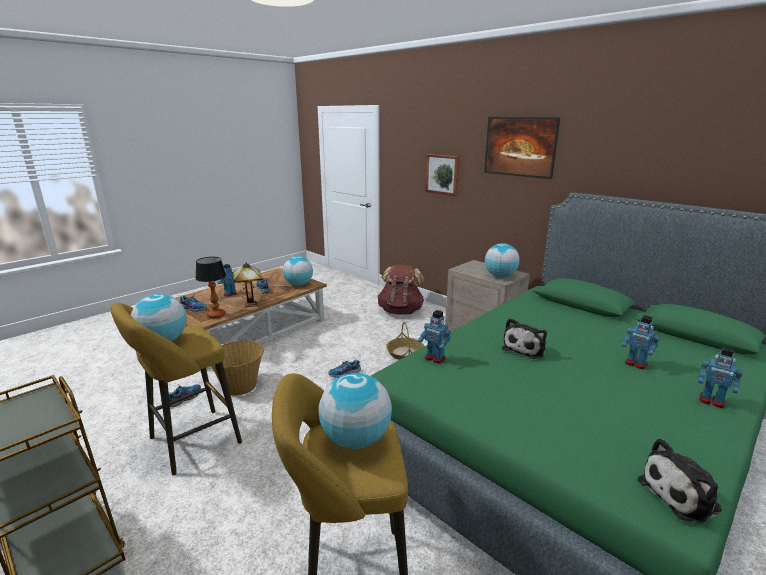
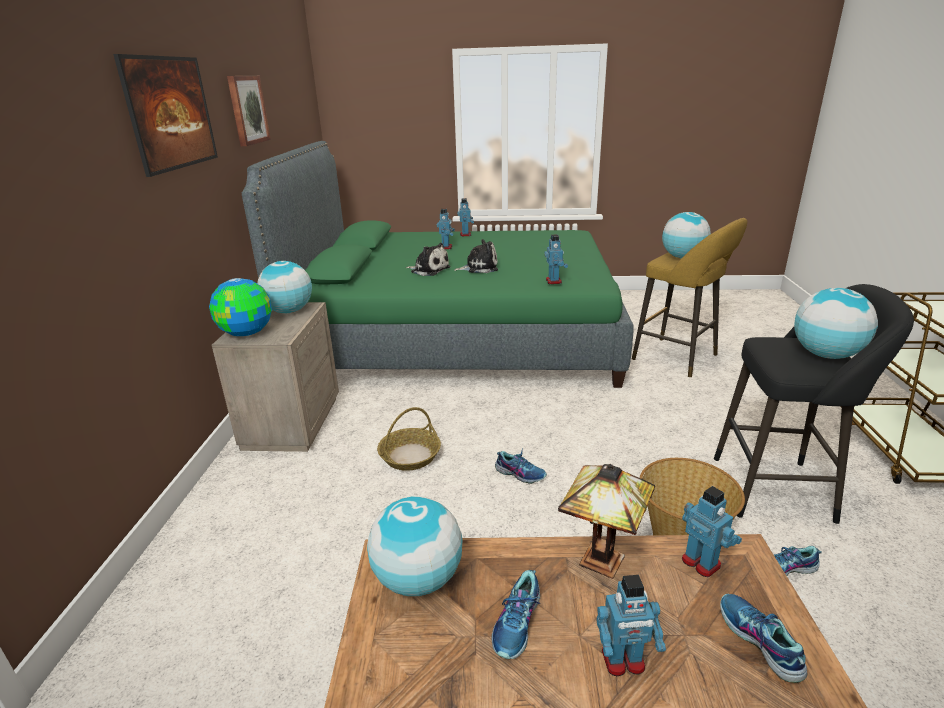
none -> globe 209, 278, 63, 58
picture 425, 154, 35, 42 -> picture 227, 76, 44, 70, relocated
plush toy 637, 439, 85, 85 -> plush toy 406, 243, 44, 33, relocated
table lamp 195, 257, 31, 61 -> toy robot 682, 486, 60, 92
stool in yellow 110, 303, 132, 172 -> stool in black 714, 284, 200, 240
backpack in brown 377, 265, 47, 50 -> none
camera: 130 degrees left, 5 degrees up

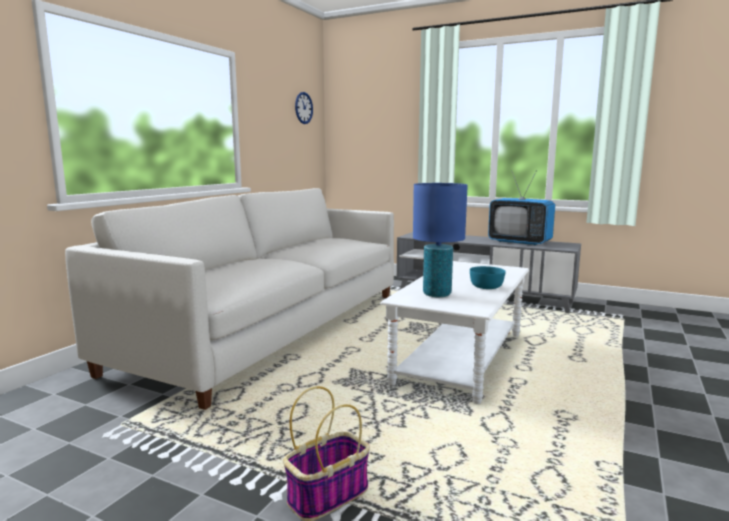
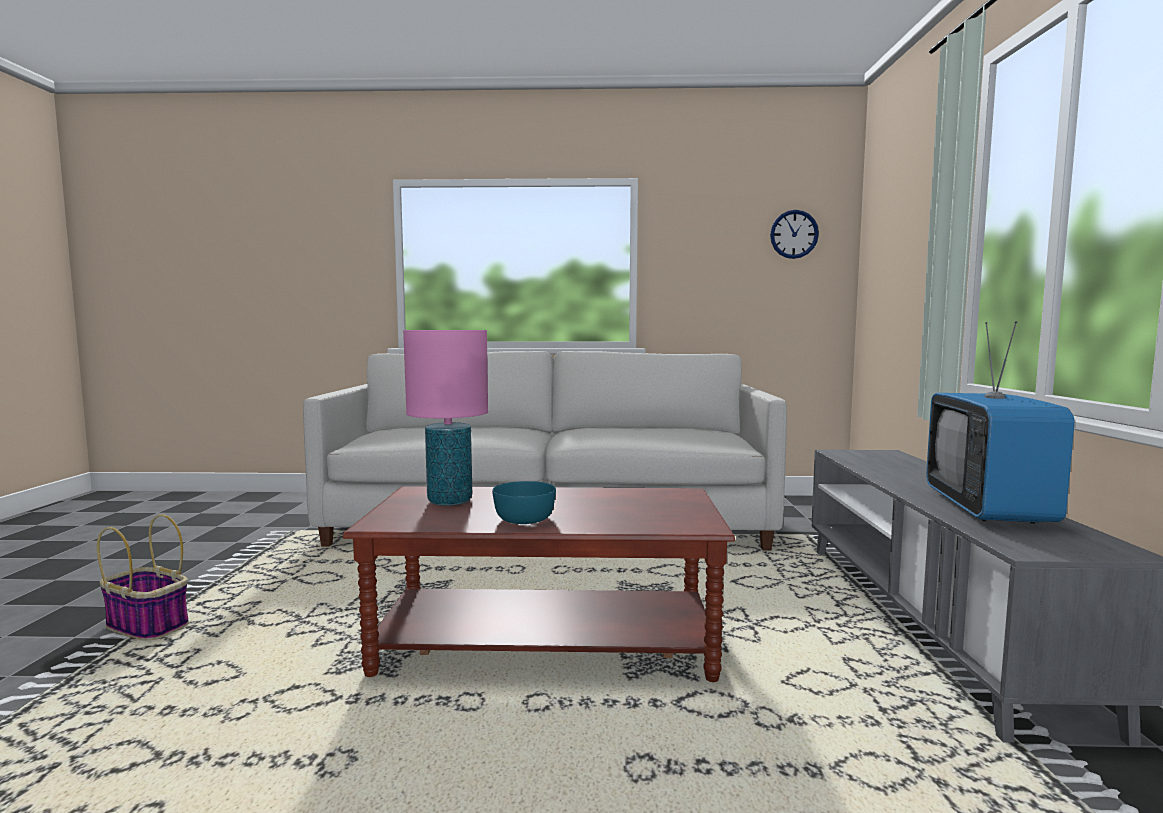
coffee table in white 380, 261, 149, 143 -> coffee table in brown 343, 486, 392, 196
table lamp in blue 413, 183, 55, 114 -> table lamp in pink 403, 330, 85, 176
camera: 65 degrees right, 5 degrees down

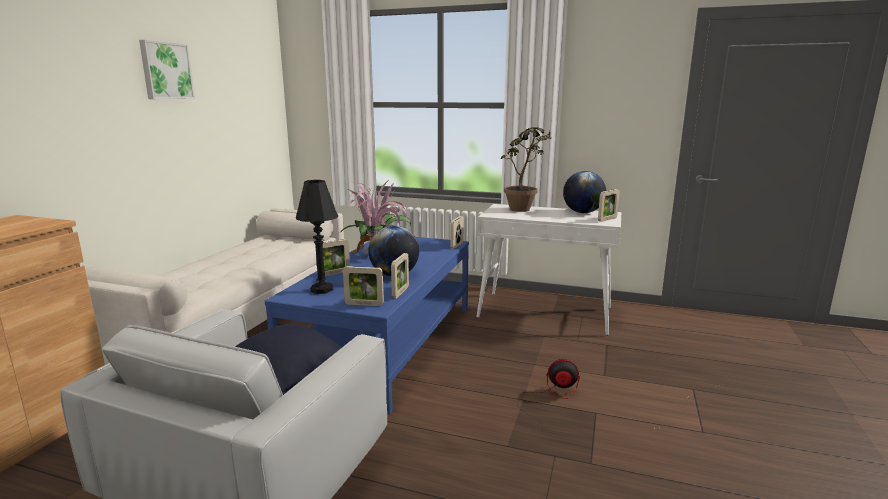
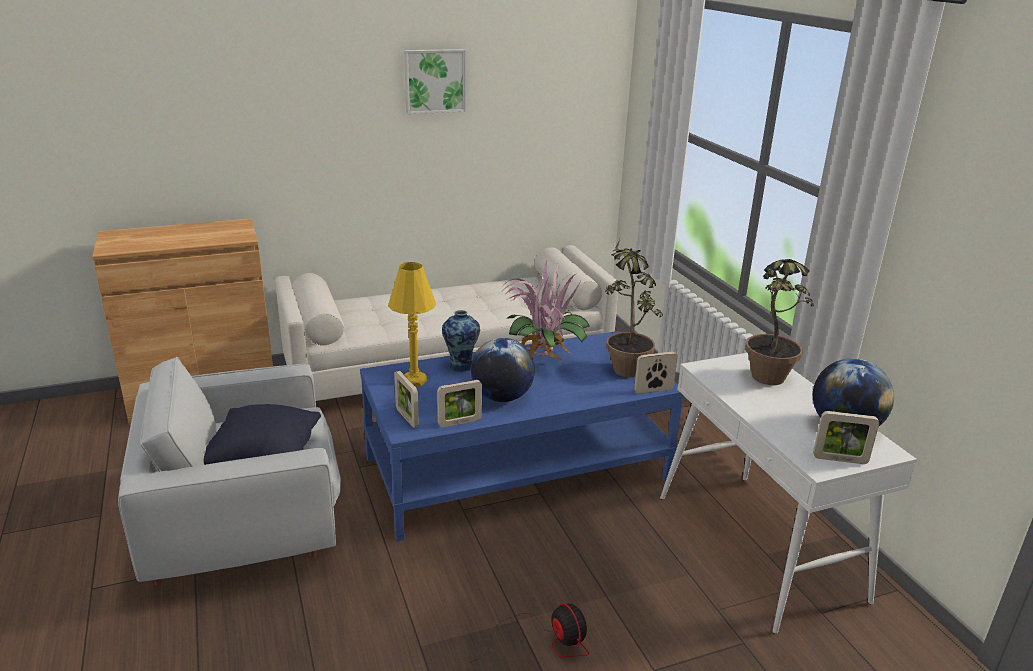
table lamp in black 296, 180, 42, 114 -> table lamp in yellow 388, 262, 48, 125
picture frame 316, 239, 34, 37 -> vase 442, 310, 38, 62
none -> potted plant 605, 239, 58, 139
camera: 50 degrees right, 10 degrees up

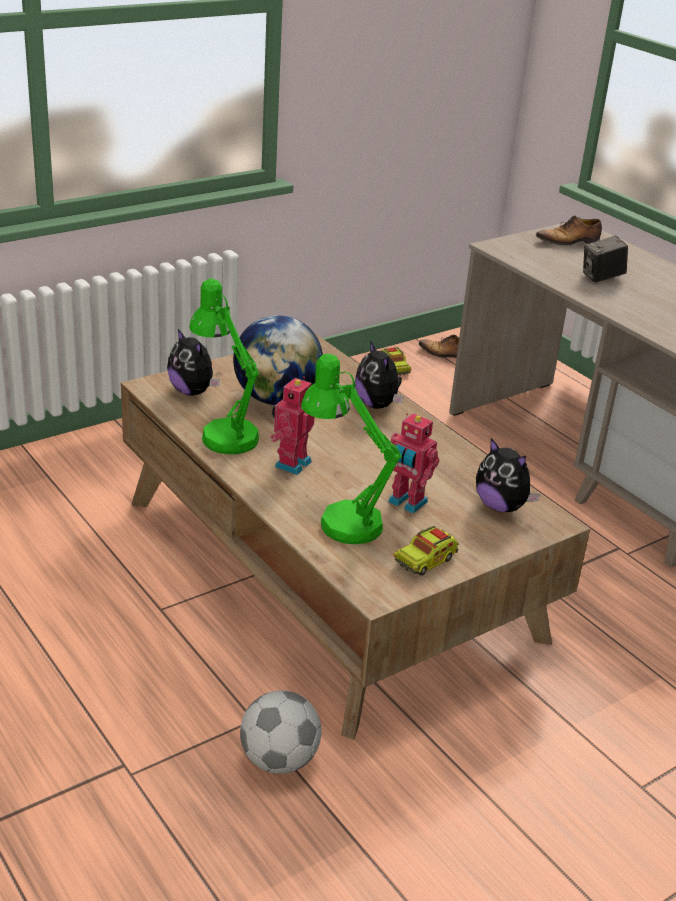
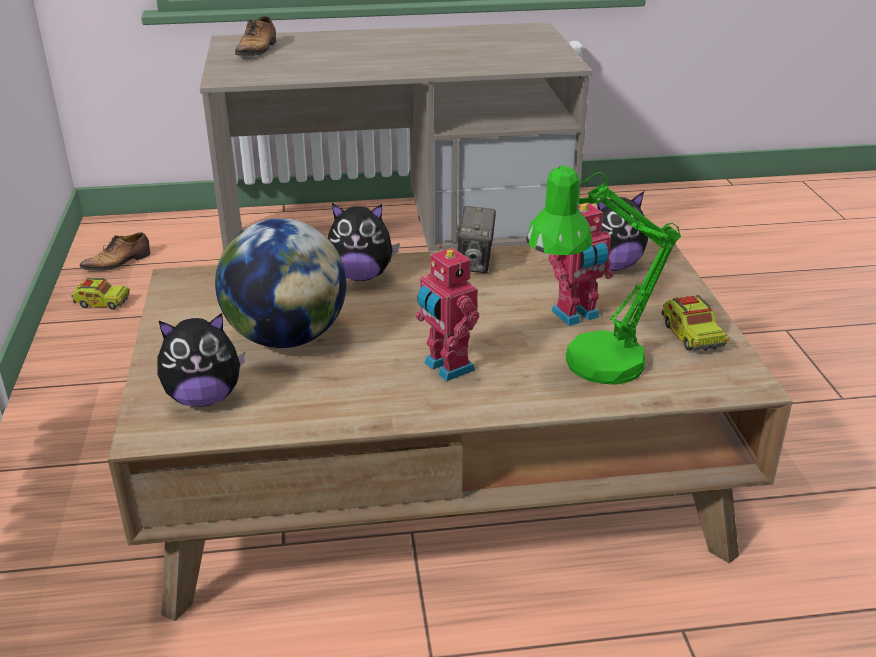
photo camera 583, 235, 45, 48 -> photo camera 456, 206, 40, 67, relocated
table lamp in green 189, 278, 70, 176 -> none
football 240, 690, 81, 84 -> none
camera: 60 degrees left, 0 degrees up

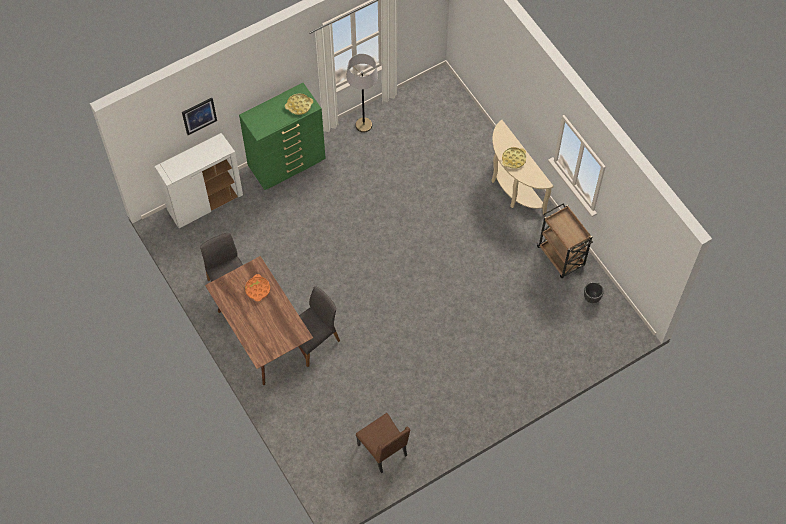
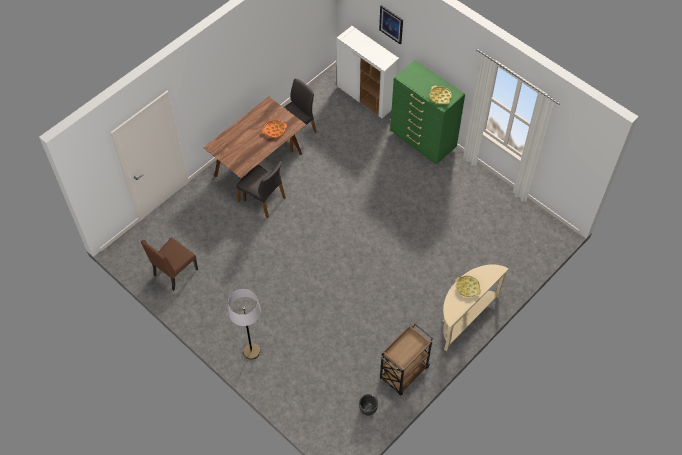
floor lamp in grey 346, 54, 32, 79 -> floor lamp in grey 228, 289, 33, 71, relocated
camera: 75 degrees right, 5 degrees down

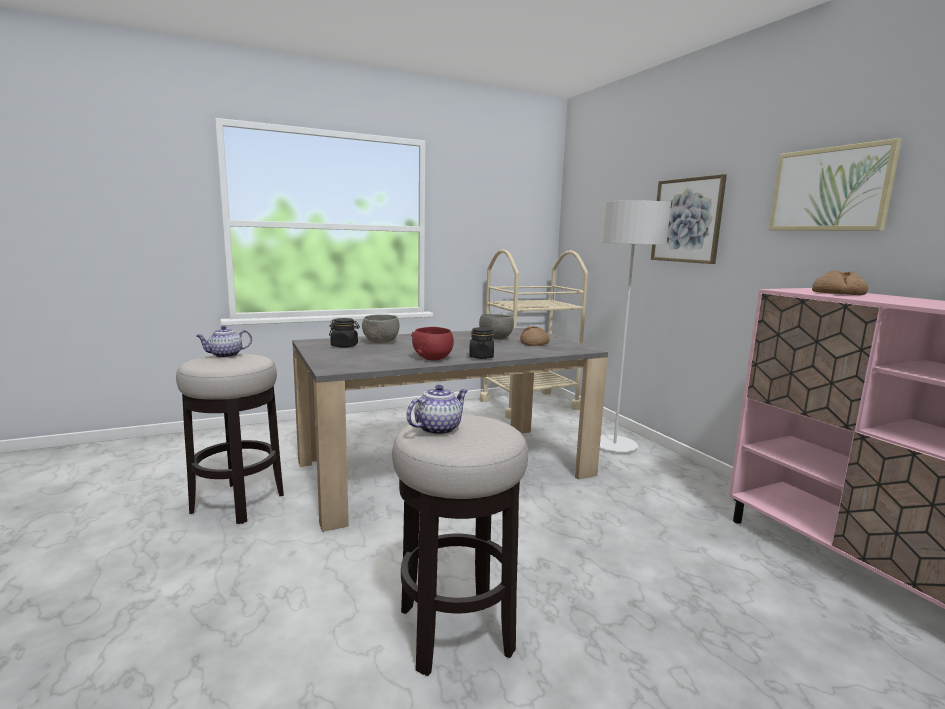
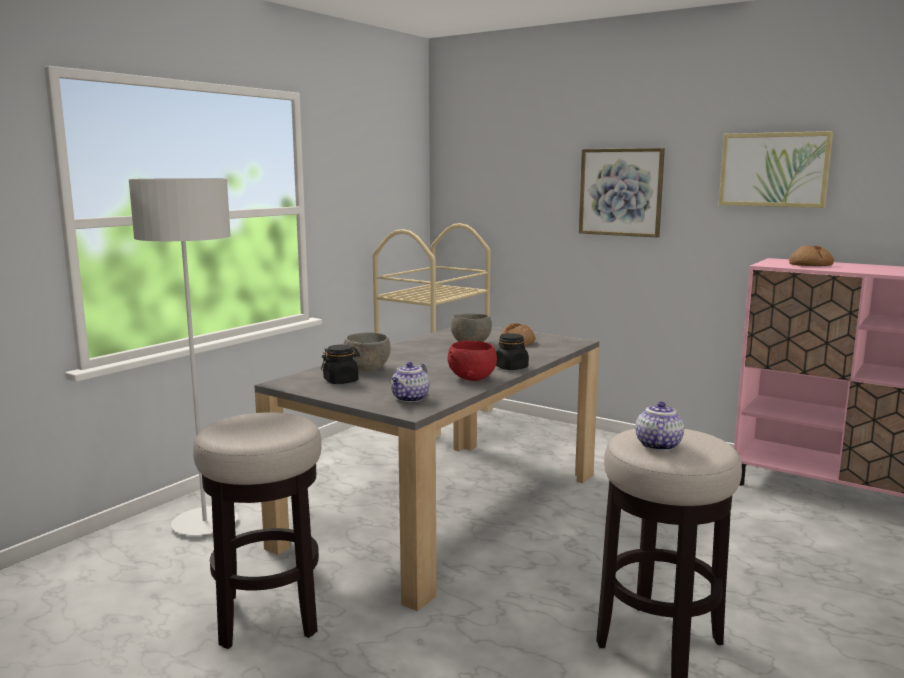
floor lamp in grey 600, 200, 71, 252 -> floor lamp in grey 129, 178, 109, 357, relocated
teapot 196, 326, 56, 32 -> teapot 391, 362, 39, 40, relocated
camera: 30 degrees left, 0 degrees up

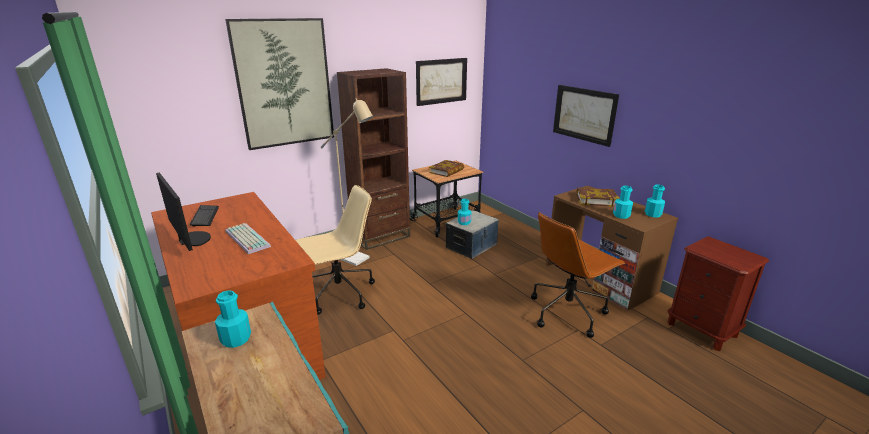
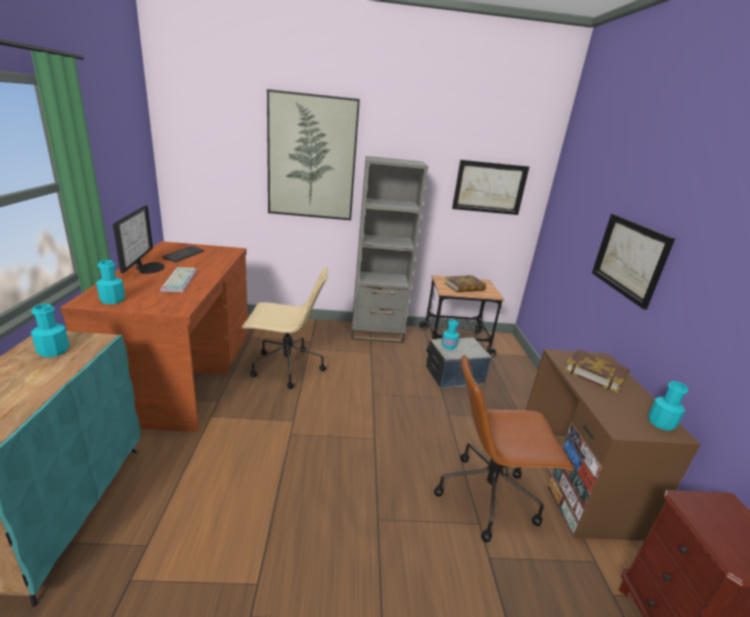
bottle in turquoise 613, 186, 20, 33 -> bottle in turquoise 96, 260, 29, 44, relocated
bookcase in brown 337, 68, 73, 182 -> bookcase in grey 351, 156, 78, 187
floor lamp in beige 321, 98, 52, 168 -> none
camera: 30 degrees right, 0 degrees up

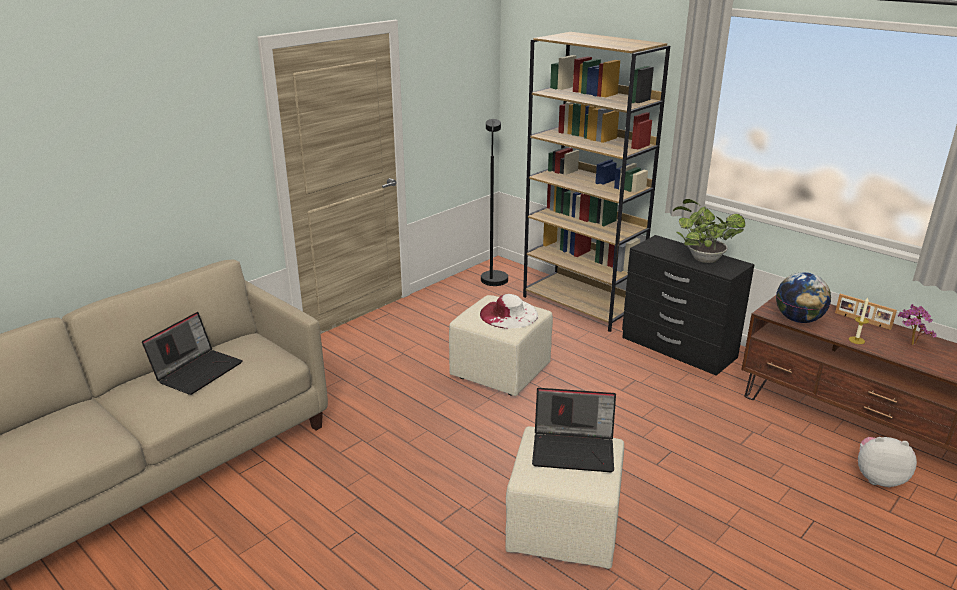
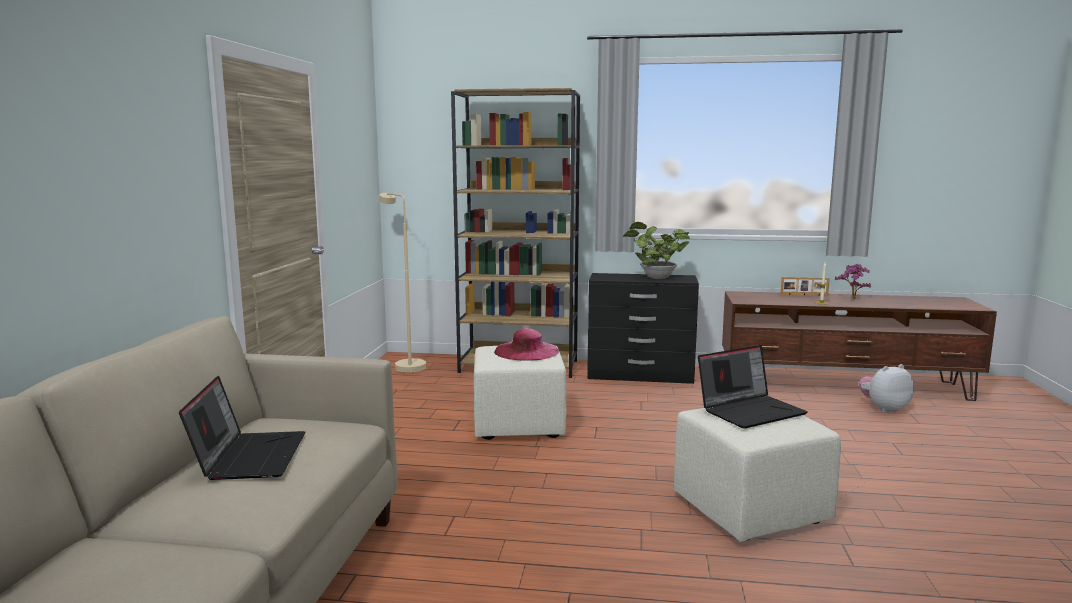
floor lamp in black 481, 119, 27, 167 -> floor lamp in beige 379, 193, 47, 179
hat in white 480, 294, 58, 35 -> hat in pink 494, 328, 65, 33
globe 776, 272, 55, 51 -> none
camera: 35 degrees left, 15 degrees down

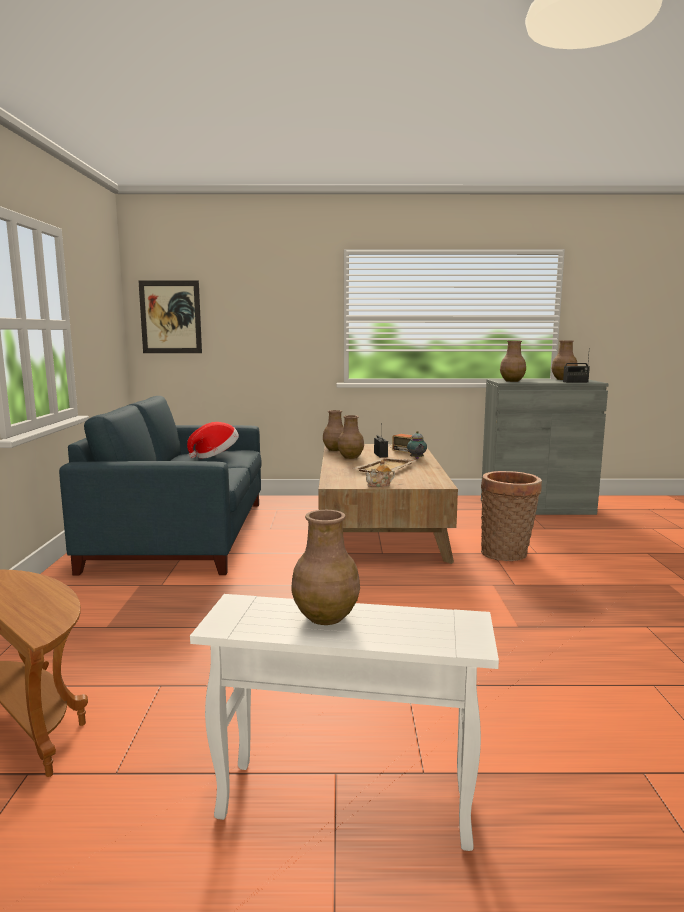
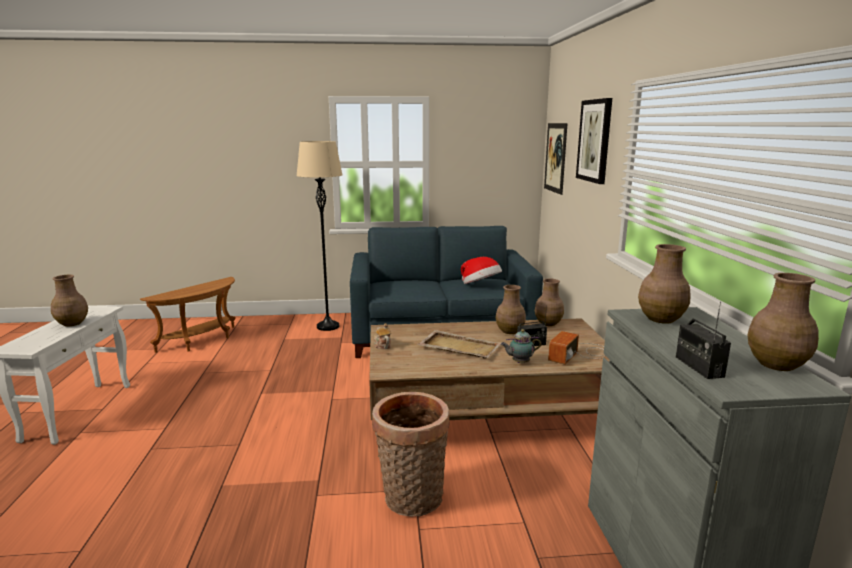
none -> floor lamp in beige 296, 141, 47, 190
none -> picture 576, 98, 36, 86
camera: 85 degrees right, 5 degrees up

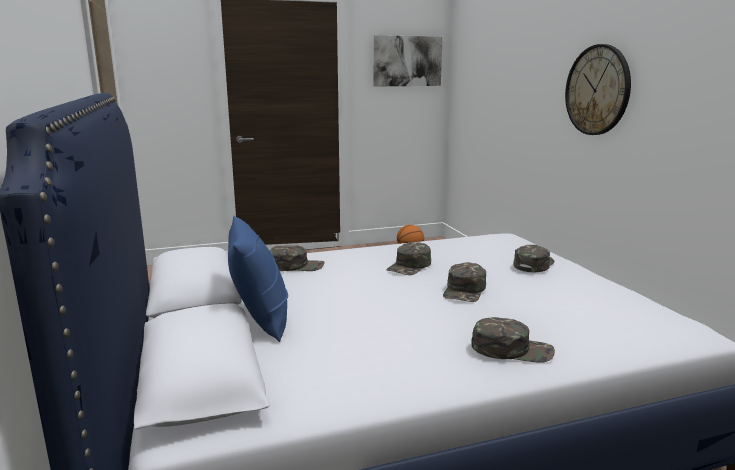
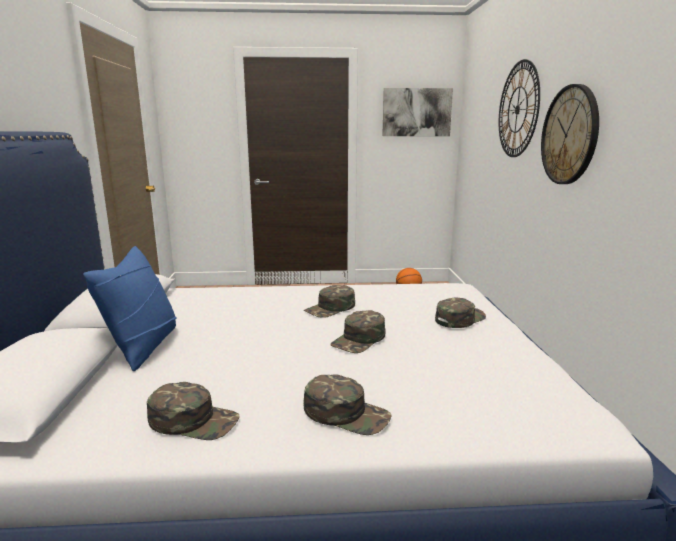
cap in green 270, 245, 55, 26 -> cap in green 147, 382, 93, 58, relocated
none -> wall clock 499, 59, 41, 98
camera: 15 degrees right, 0 degrees up

